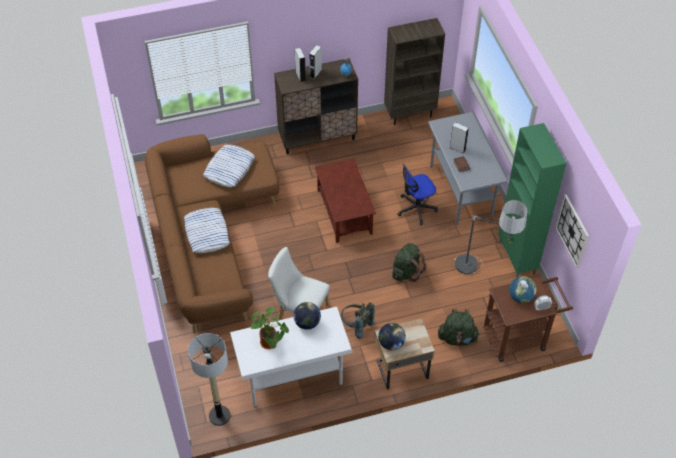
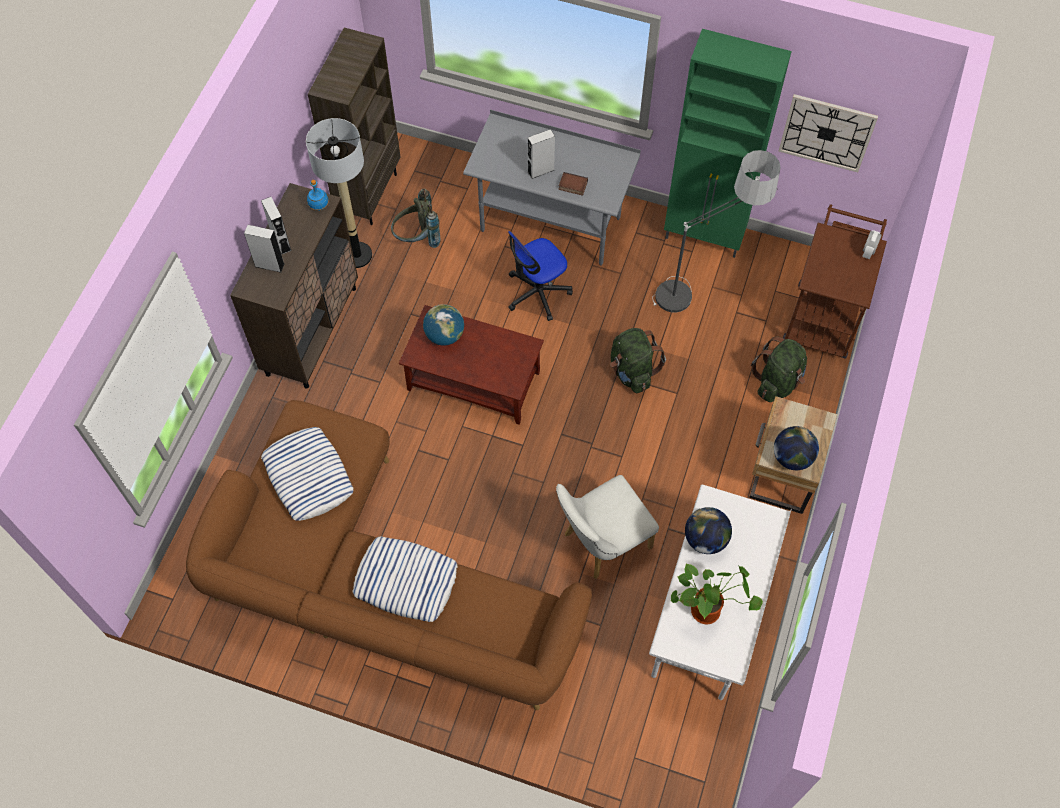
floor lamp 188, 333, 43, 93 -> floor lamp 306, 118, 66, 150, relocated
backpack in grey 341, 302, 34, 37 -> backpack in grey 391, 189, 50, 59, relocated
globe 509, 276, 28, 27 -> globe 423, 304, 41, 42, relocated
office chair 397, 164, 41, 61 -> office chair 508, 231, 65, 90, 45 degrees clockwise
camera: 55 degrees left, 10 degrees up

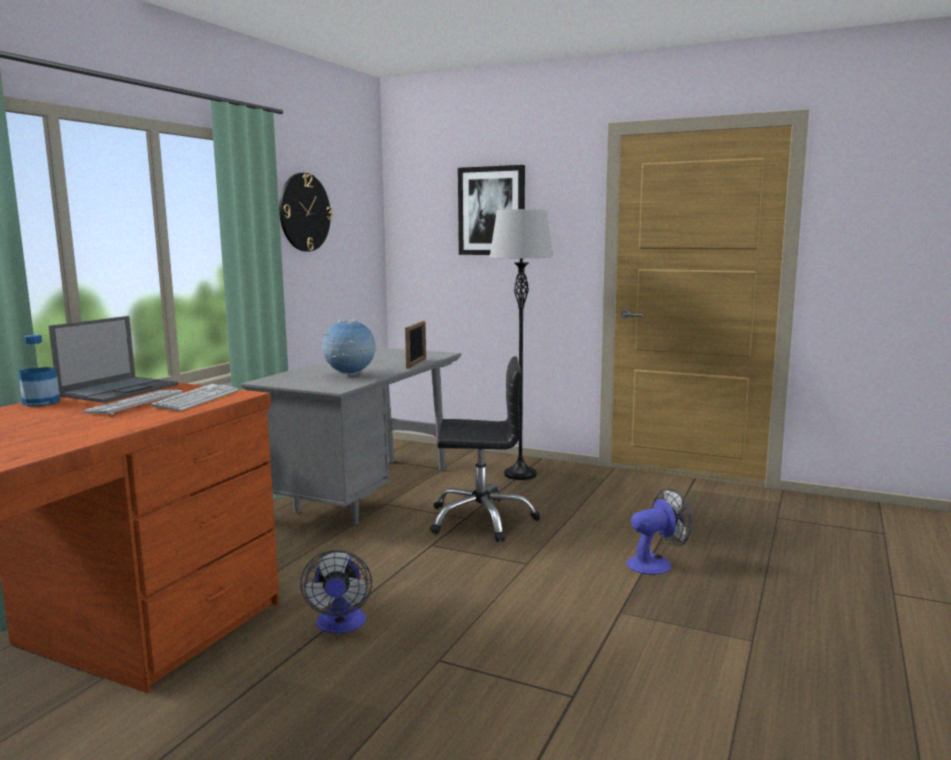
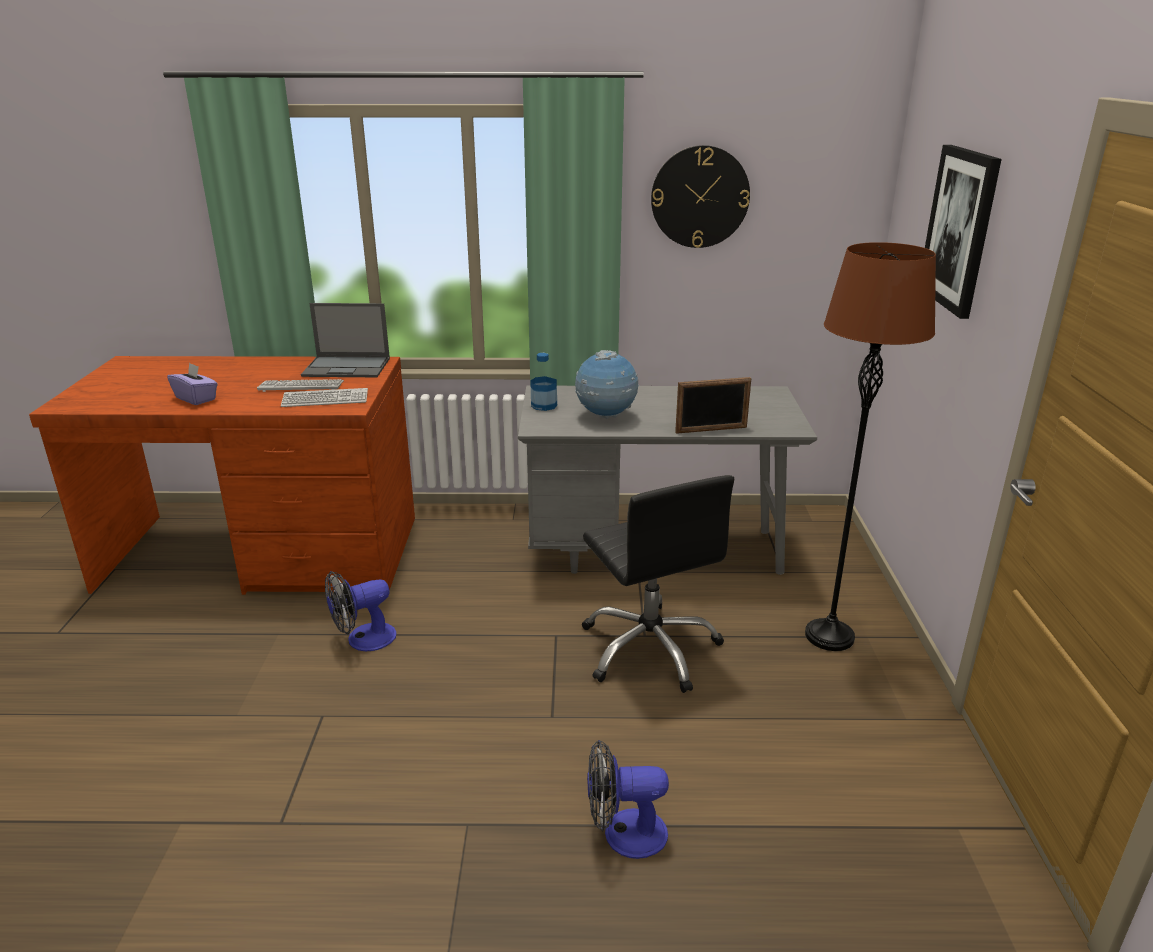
none -> tissue box in purple 167, 362, 51, 43
bottle 18, 335, 42, 71 -> bottle 530, 353, 27, 58, relocated
fan 627, 488, 65, 87 -> fan 587, 740, 82, 119, 135 degrees clockwise
floor lamp in grey 490, 209, 64, 271 -> floor lamp in brown 805, 242, 131, 409
camera: 65 degrees right, 15 degrees up

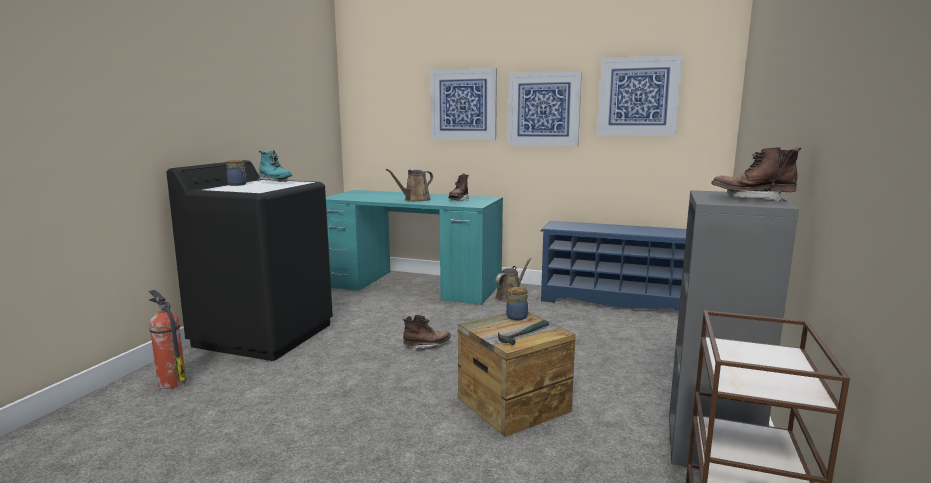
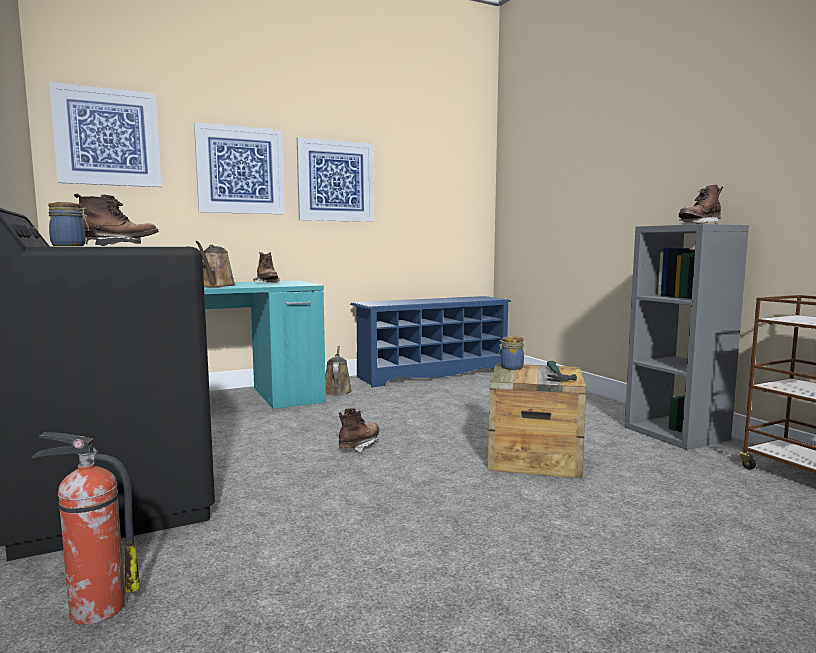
picture 597, 55, 86, 81 -> picture 49, 82, 113, 105, relocated
boot in turquoise 258, 150, 34, 32 -> boot in brown 74, 194, 85, 52
camera: 45 degrees left, 5 degrees down

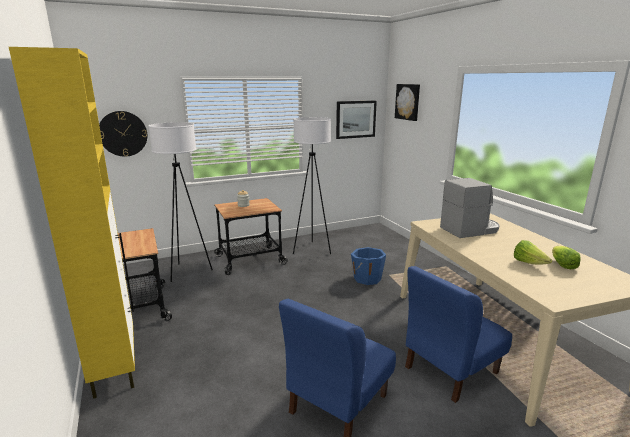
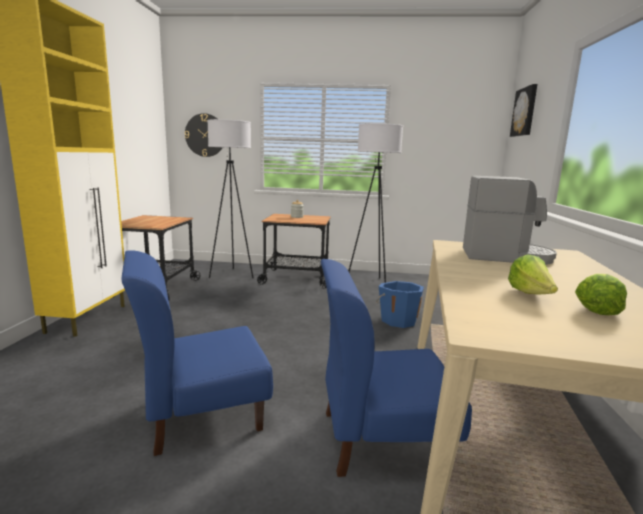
picture 336, 101, 41, 38 -> none
camera: 30 degrees right, 5 degrees down

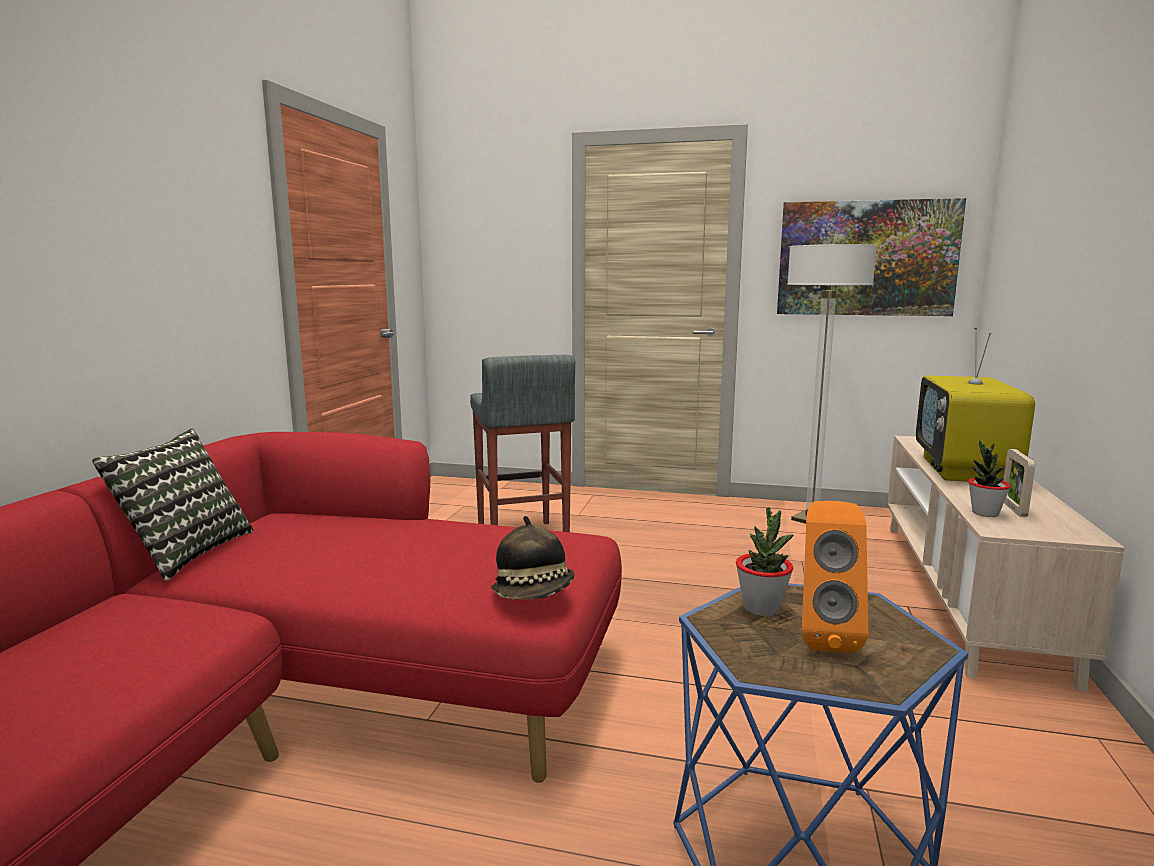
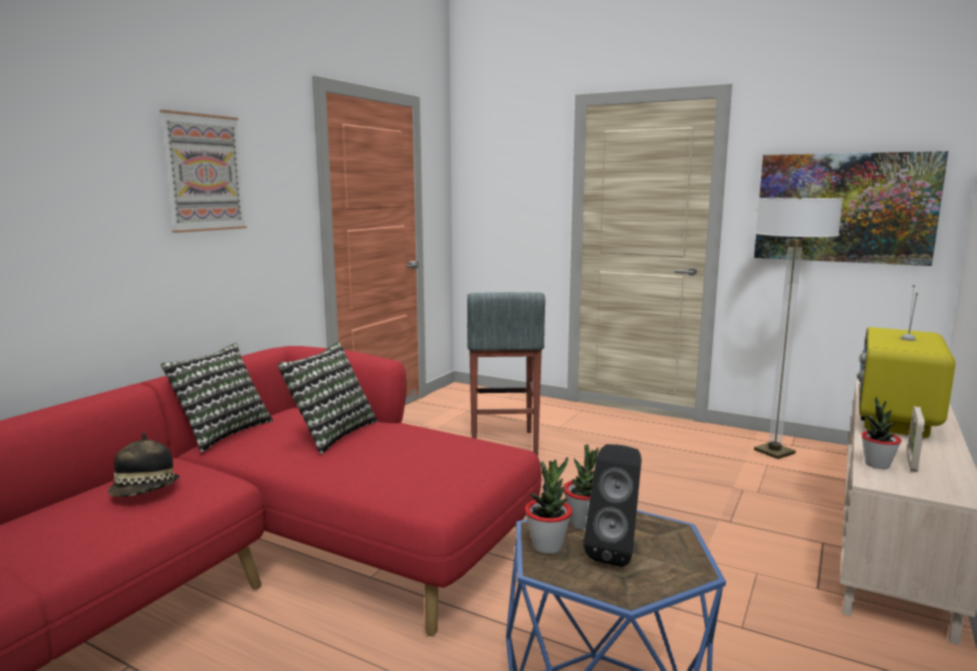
hat 491, 516, 83, 84 -> hat 108, 433, 72, 64, relocated
none -> picture 160, 110, 87, 123
none -> pillow 278, 342, 99, 112
none -> potted plant 525, 457, 47, 97
speaker in orange 802, 501, 66, 152 -> speaker in black 584, 444, 57, 123
camera: 15 degrees right, 0 degrees up

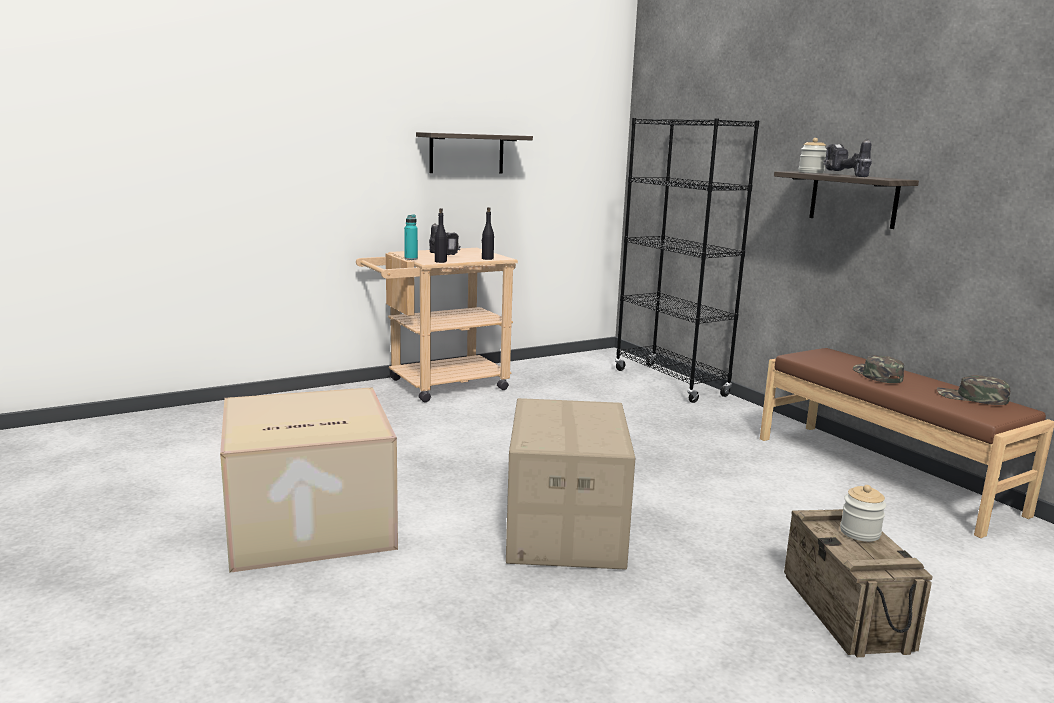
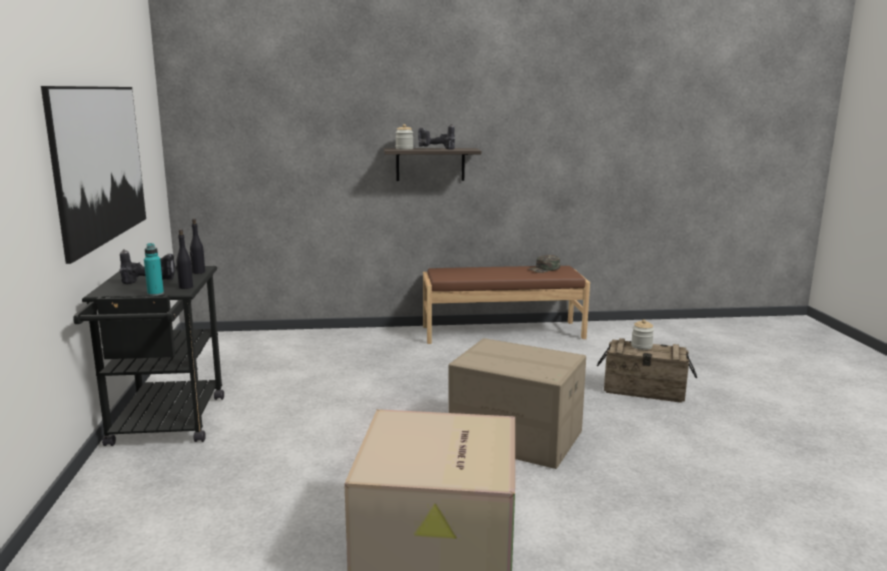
shelf 416, 132, 117, 42 -> picture 41, 86, 105, 178
cart in beige 356, 248, 162, 154 -> cart in black 73, 266, 151, 180
bookcase in black 615, 118, 144, 285 -> none
cap in green 853, 355, 51, 28 -> none
camera: 65 degrees left, 0 degrees up

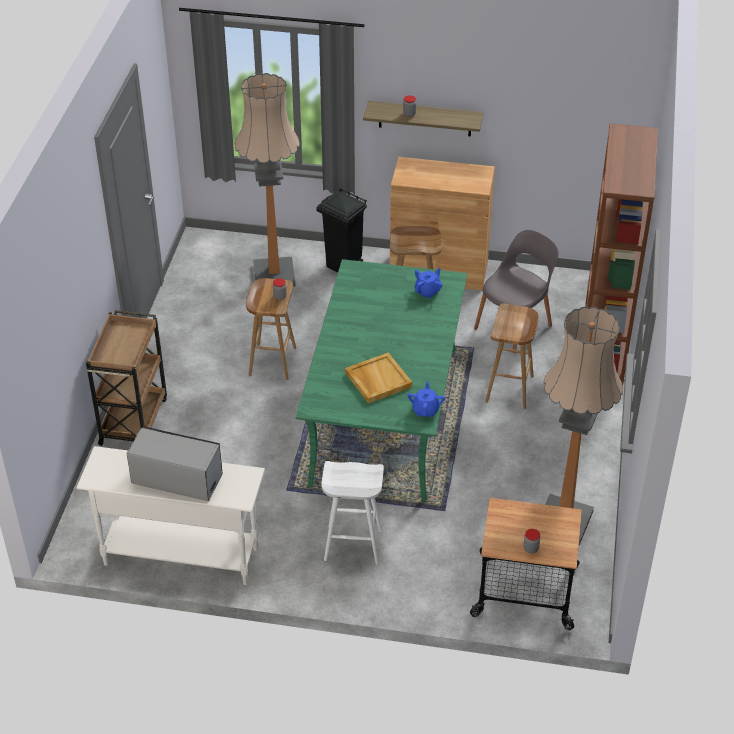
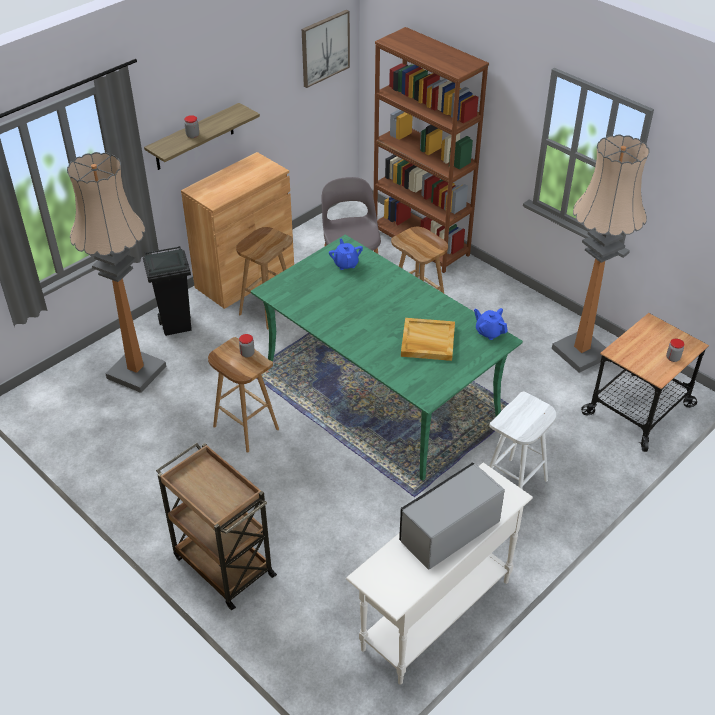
none -> picture 302, 10, 48, 78
camera: 55 degrees left, 0 degrees up

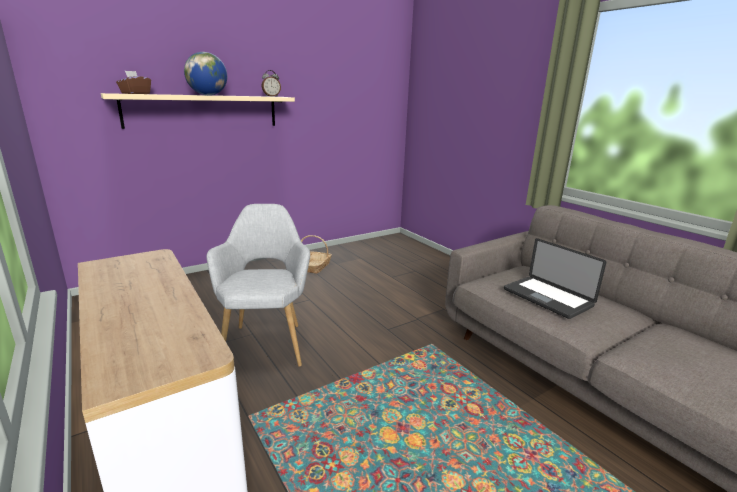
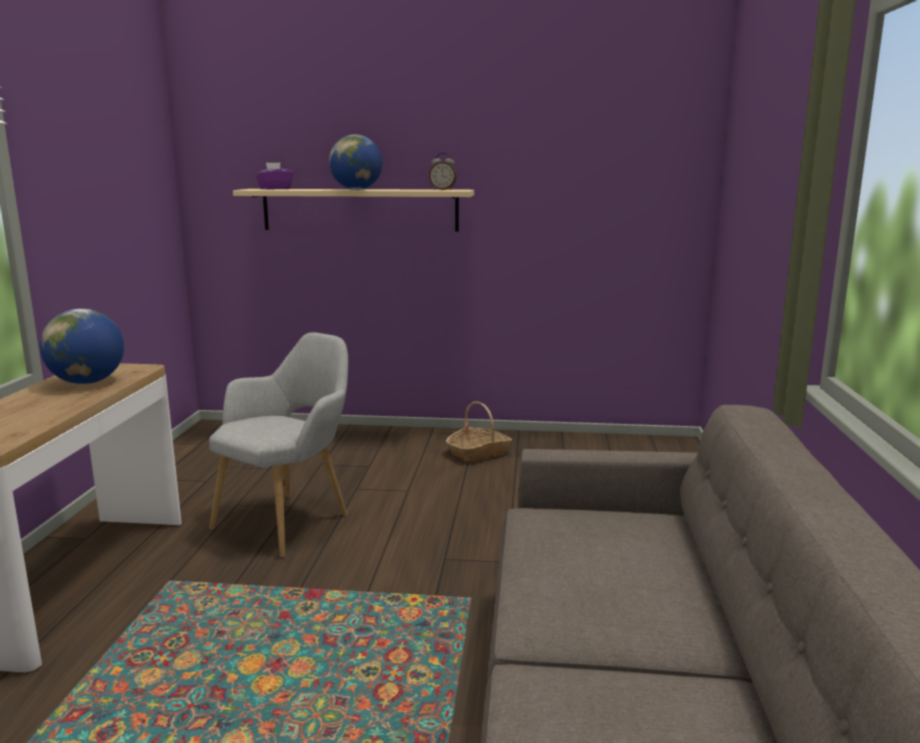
none -> globe 40, 309, 84, 75
tissue box in brown 116, 71, 35, 23 -> tissue box in purple 256, 162, 37, 28
laptop 504, 238, 102, 81 -> none
camera: 40 degrees right, 5 degrees down

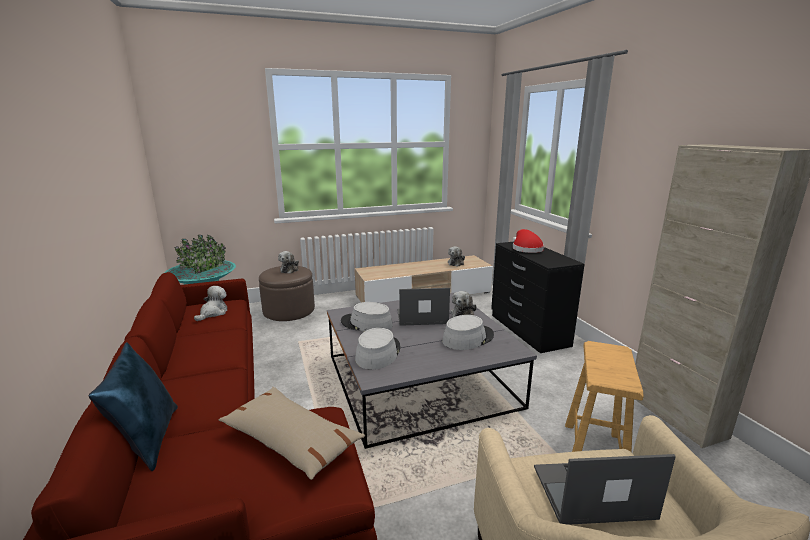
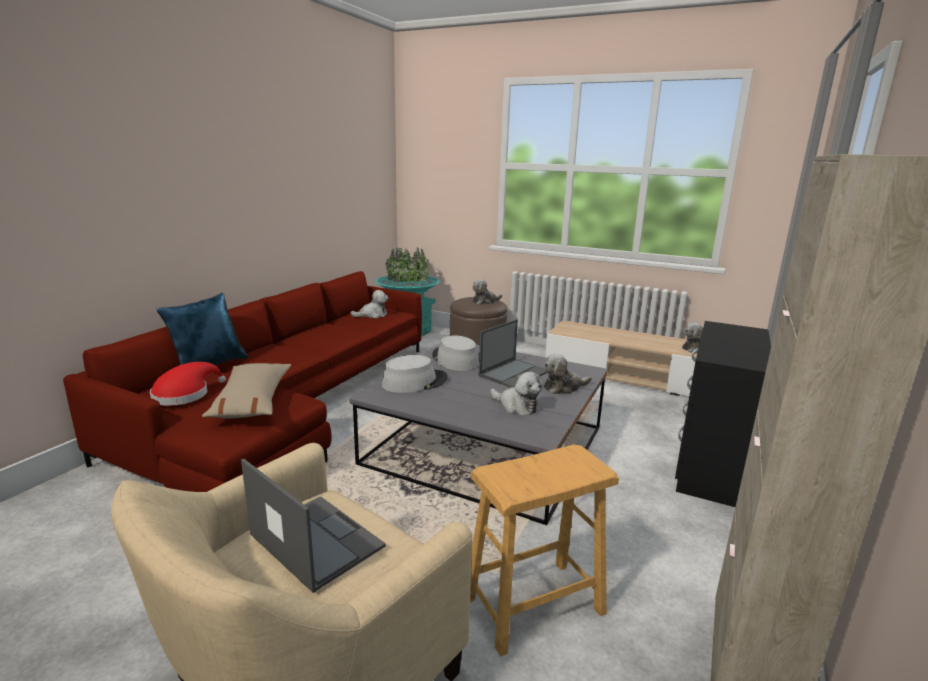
hat in red 513, 229, 31, 24 -> hat in red 150, 362, 76, 44, relocated
laptop 397, 288, 53, 38 -> laptop 478, 319, 70, 69, 90 degrees clockwise
hat in grey 442, 315, 52, 35 -> plush toy 490, 372, 53, 43
camera: 45 degrees right, 0 degrees up

